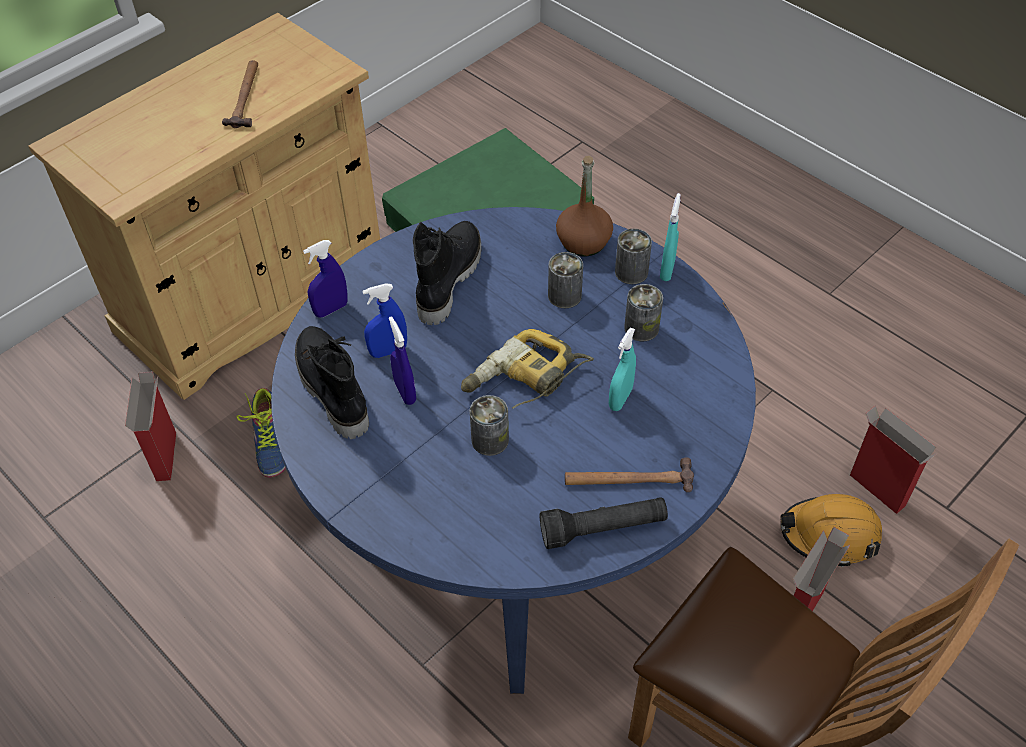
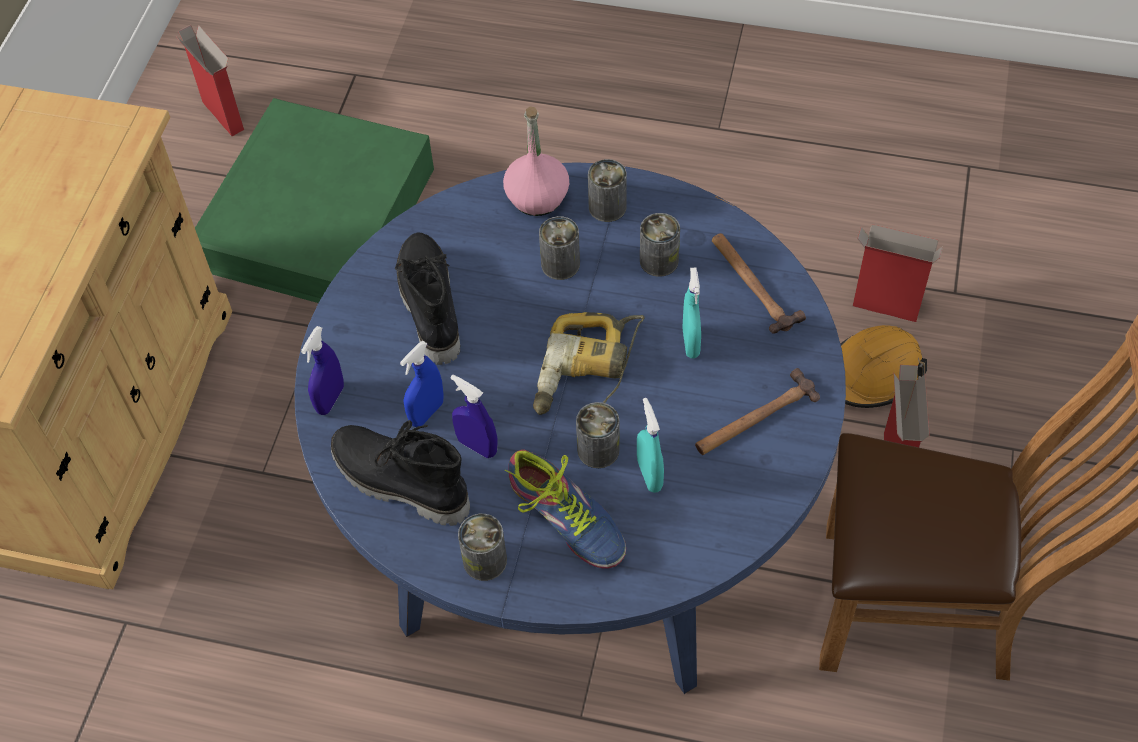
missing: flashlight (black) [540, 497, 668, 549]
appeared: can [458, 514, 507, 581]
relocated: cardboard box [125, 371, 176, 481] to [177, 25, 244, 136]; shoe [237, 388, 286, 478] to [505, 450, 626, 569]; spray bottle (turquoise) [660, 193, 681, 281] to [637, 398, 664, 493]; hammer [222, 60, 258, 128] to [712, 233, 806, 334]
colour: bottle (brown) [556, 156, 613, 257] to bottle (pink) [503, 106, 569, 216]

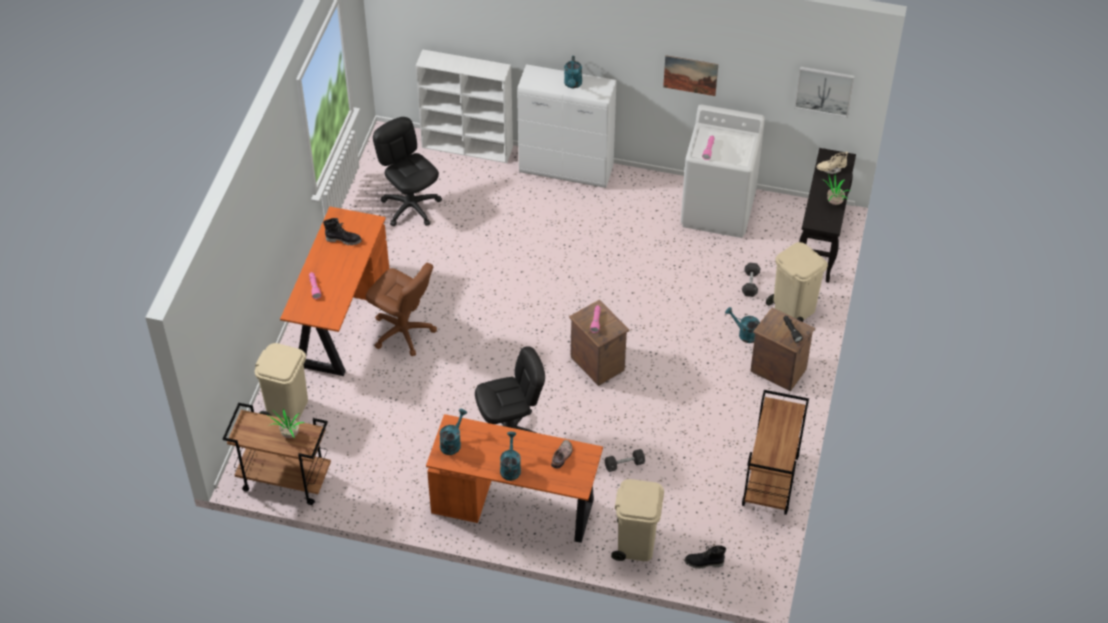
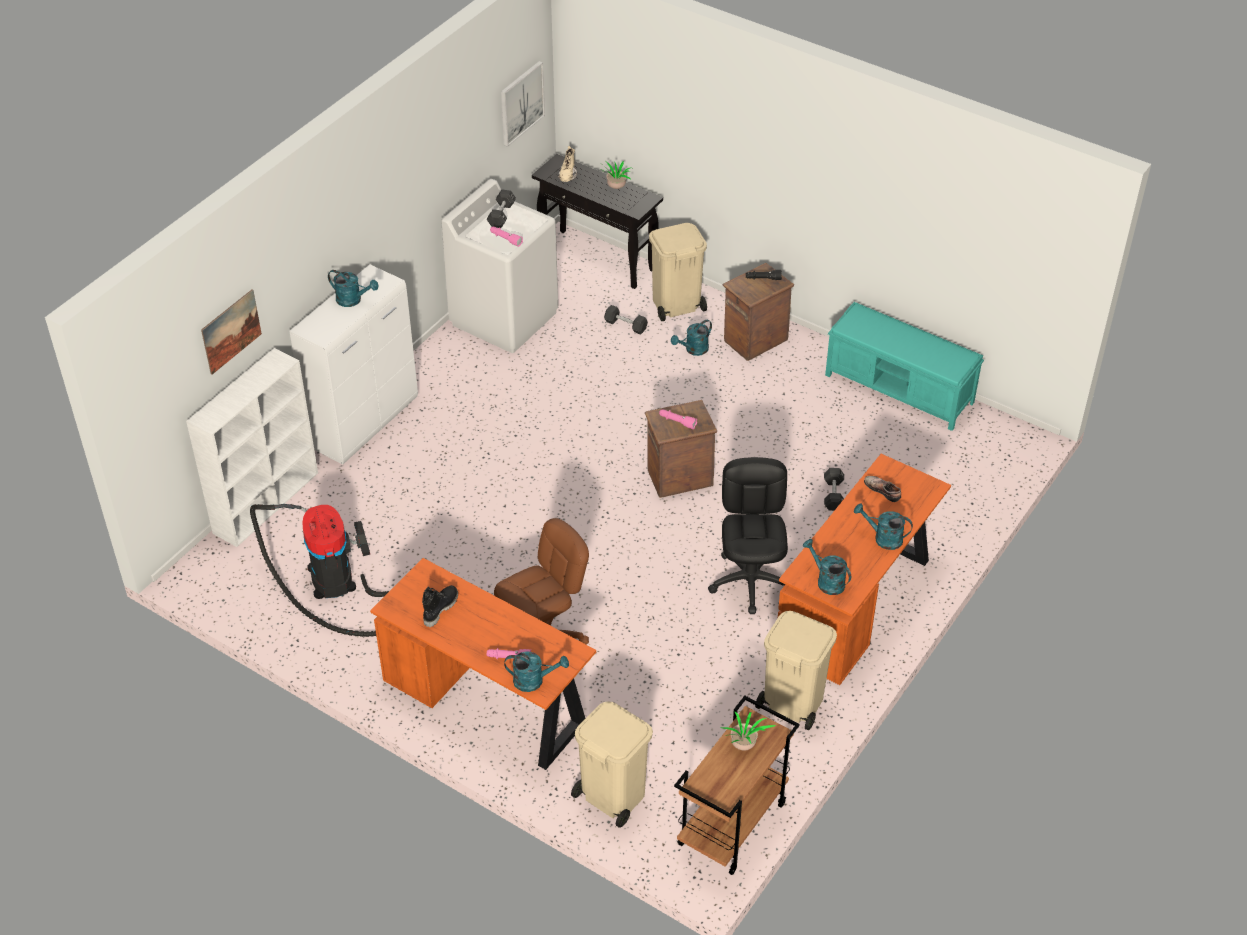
missing: boot (black) [684, 545, 726, 569]
appeared: dumbbell (black) [487, 189, 516, 228]; watering can (turquoise) [504, 651, 569, 692]
relocated: picture [663, 55, 718, 96] to [201, 289, 262, 375]; trash can (beige) [611, 479, 664, 561] to [755, 611, 837, 731]
exchanged: office chair (black) [373, 117, 442, 227] to vacuum cleaner [250, 504, 389, 637]; cart (brown) [742, 390, 809, 515] to bench (turquoise) [825, 302, 984, 431]

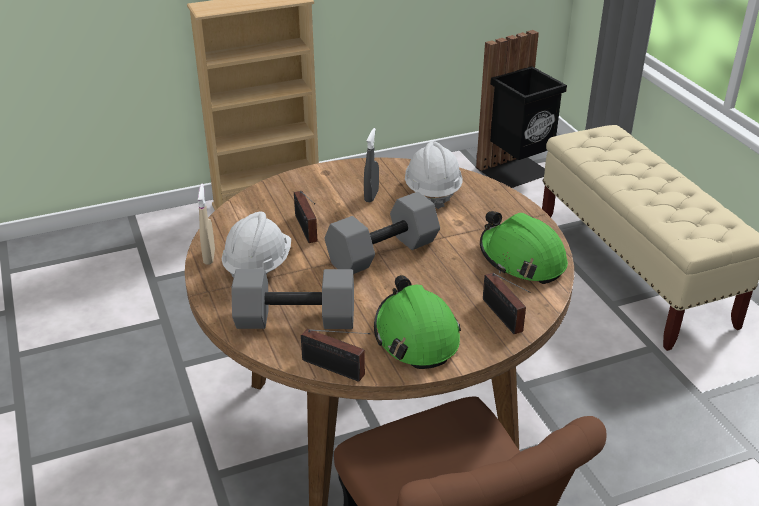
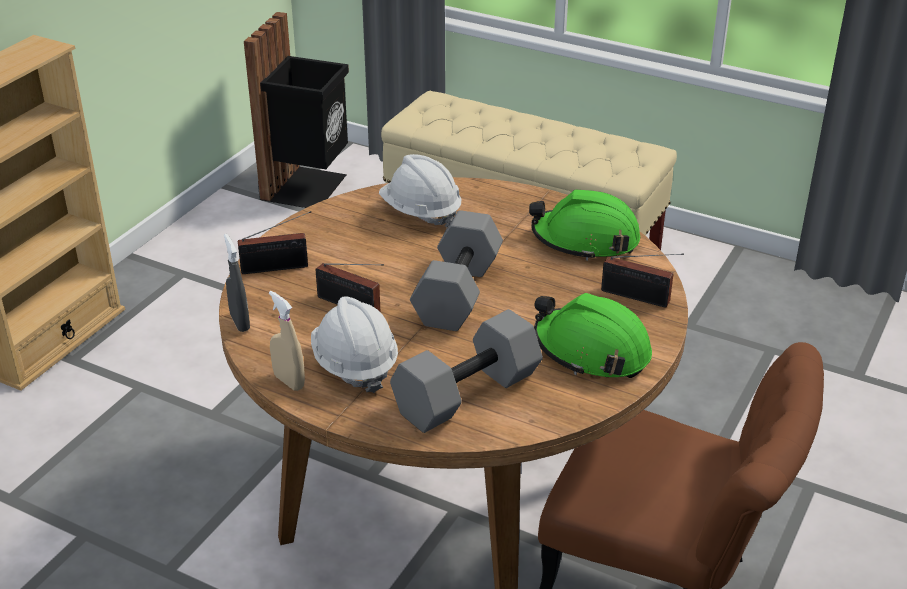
relocated: spray bottle (grey) [364, 128, 379, 202] to [224, 234, 250, 332]; radio [301, 329, 370, 382] to [238, 211, 311, 274]

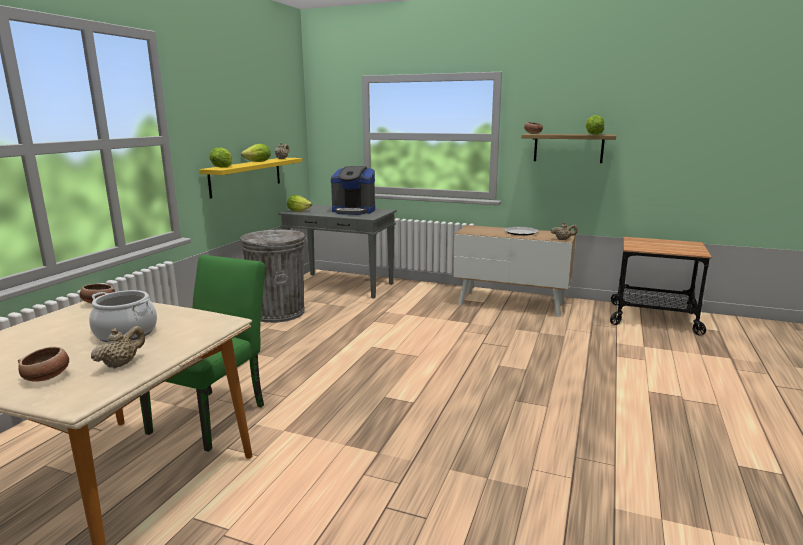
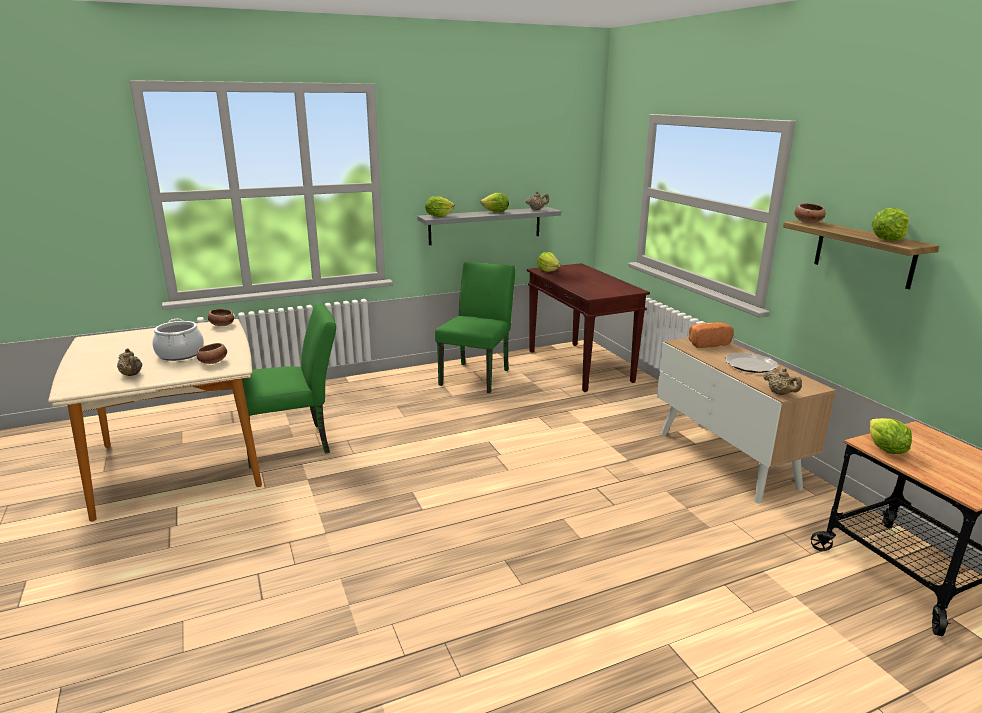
missing: coffee machine [331, 166, 375, 215]
appeared: bread [689, 322, 734, 348]; lettuce [870, 418, 912, 454]
relocated: bowl [18, 347, 69, 382] to [197, 343, 227, 364]
exchanged: trash can (grey) [240, 230, 305, 323] to chair (green) [435, 261, 516, 393]
colour: shelf (yellow) [199, 158, 302, 198] to shelf (grey) [417, 207, 561, 245]; console table (grey) [278, 204, 397, 299] to console table (brown) [527, 263, 650, 392]
spun: teapot (beige) [91, 326, 145, 368] = [117, 348, 142, 376] 60 degrees clockwise

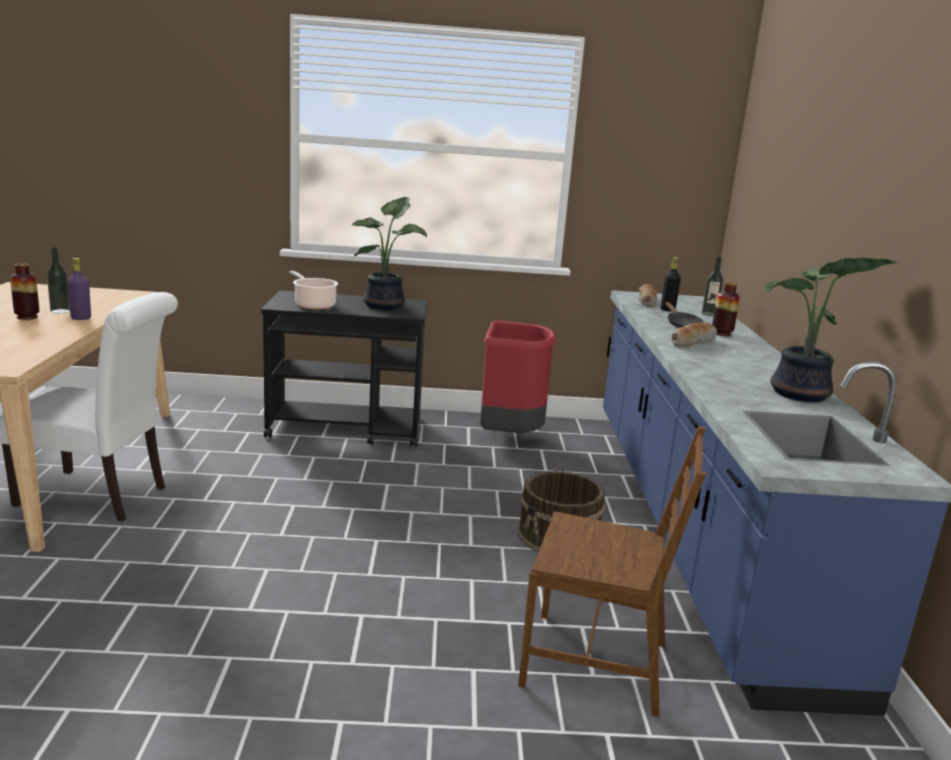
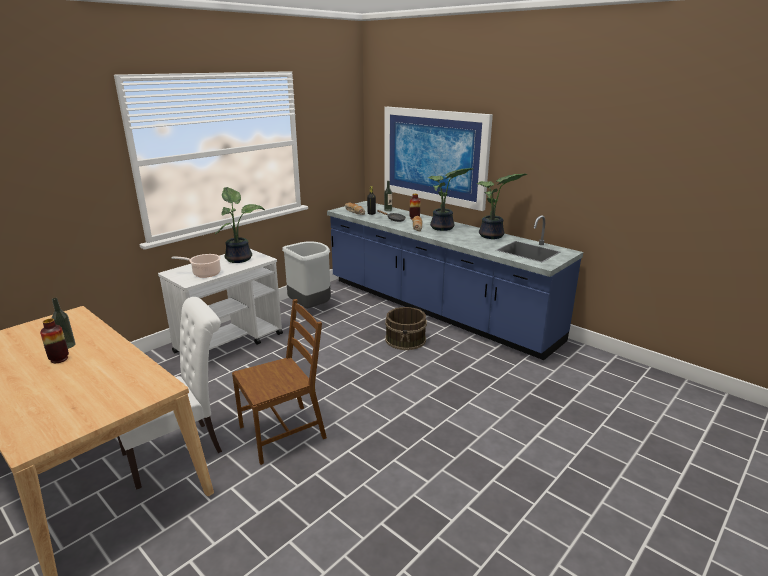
missing: bottle (purple) [67, 258, 91, 320]
appeared: picture [384, 107, 493, 211]; potted plant [428, 168, 473, 231]
relocated: chair (brown) [518, 426, 706, 717] to [232, 299, 327, 465]
colour: cart (black) [261, 291, 427, 447] to cart (white) [158, 249, 283, 353]; trash can (red) [480, 320, 556, 433] to trash can (grey) [282, 241, 331, 309]

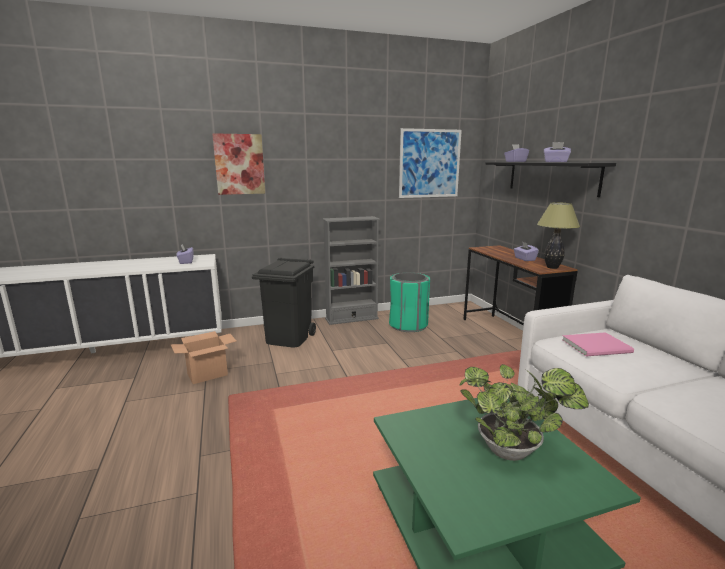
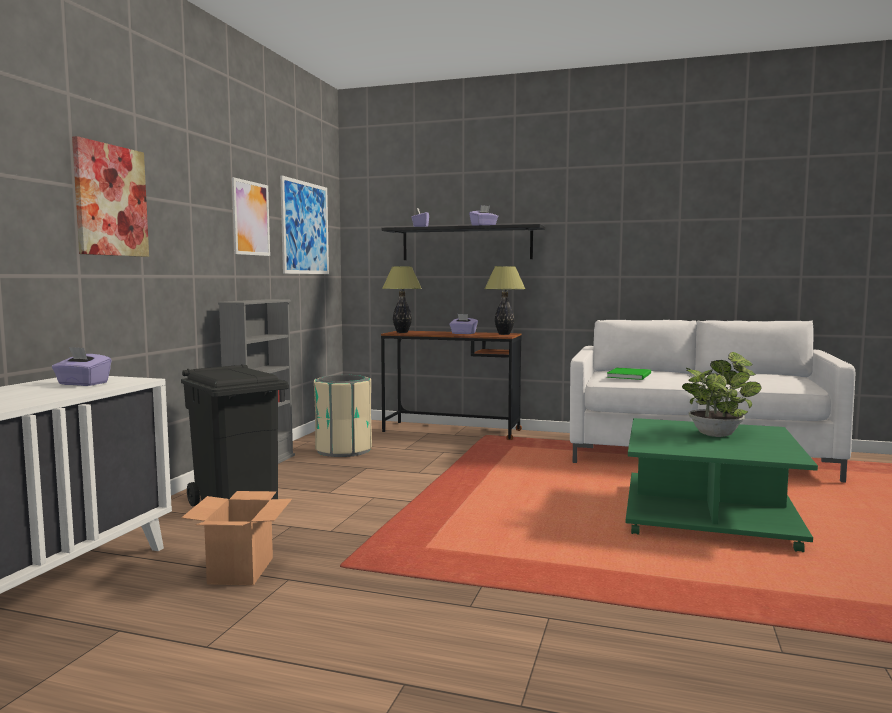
appeared: picture [232, 177, 270, 256]; table lamp [382, 267, 422, 333]
colour: trash can (green) [389, 273, 430, 332] to trash can (beige) [314, 375, 372, 457]; book (pink) [562, 332, 634, 356] to book (green) [607, 368, 651, 380]

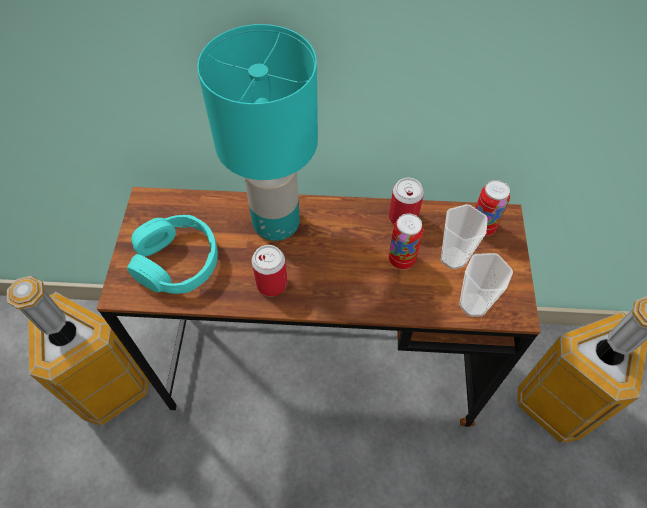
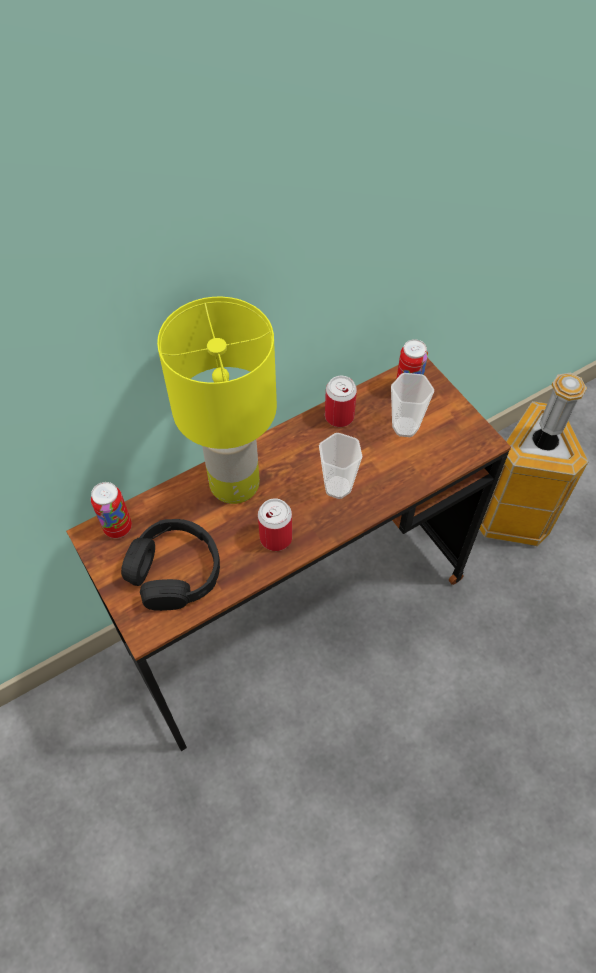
missing: trash can [7, 276, 149, 426]
relocated: can [388, 214, 423, 270] to [91, 482, 132, 538]; cup [459, 253, 513, 317] to [319, 433, 363, 499]
colour: headphones (turquoise) [127, 215, 218, 294] to headphones (black) [121, 519, 220, 611]; table lamp (turquoise) [197, 24, 318, 241] to table lamp (yellow) [157, 297, 277, 504]

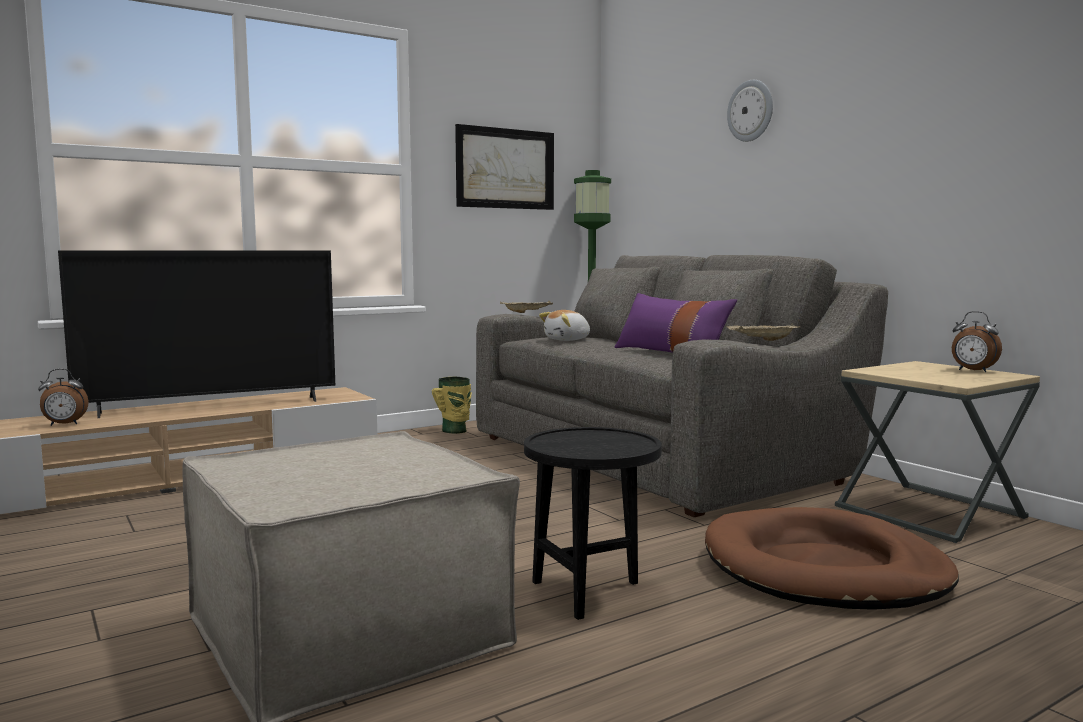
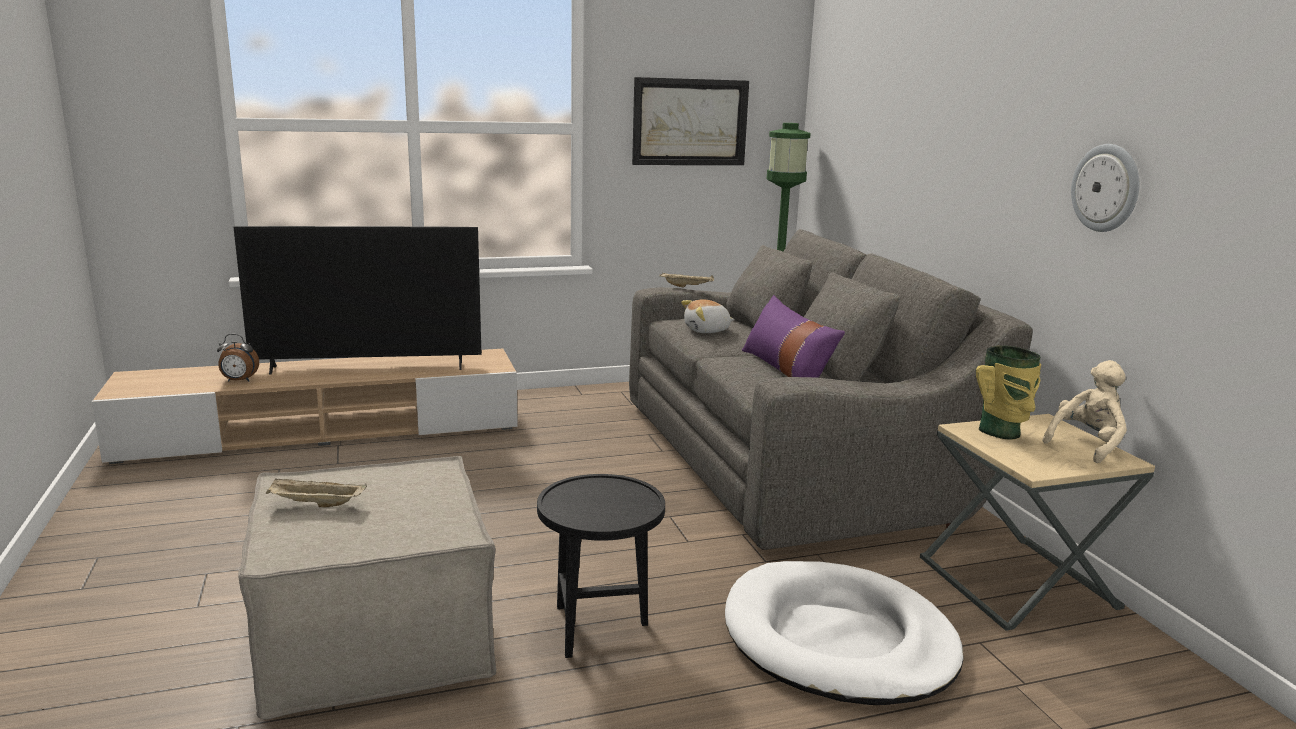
relocated: tray (beige) [726, 323, 800, 341] to [266, 478, 367, 507]; vase [432, 377, 472, 434] to [976, 346, 1041, 440]; wall clock [727, 80, 773, 142] to [1071, 144, 1139, 232]
exchanged: alarm clock [952, 311, 1002, 372] to plush toy (beige) [1042, 360, 1127, 463]
colour: dog bed (brown) [705, 507, 959, 610] to dog bed (white) [725, 561, 964, 705]

